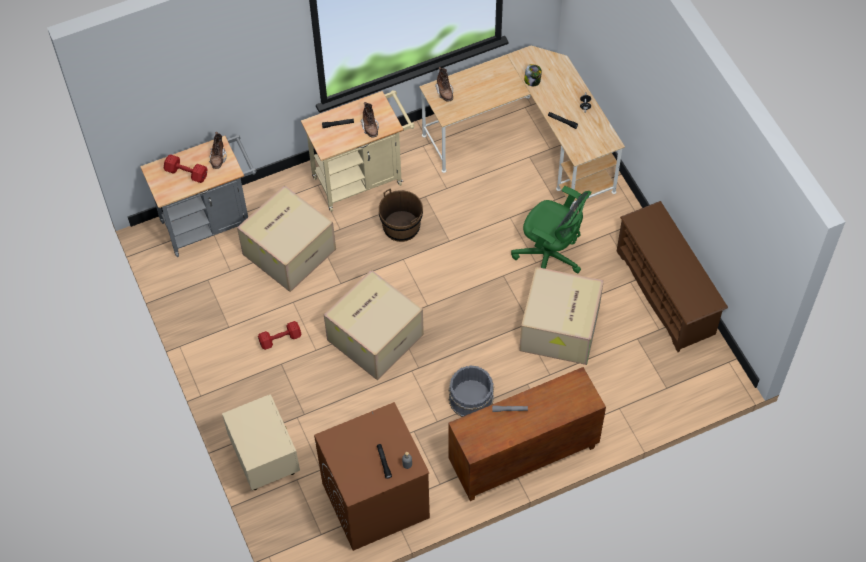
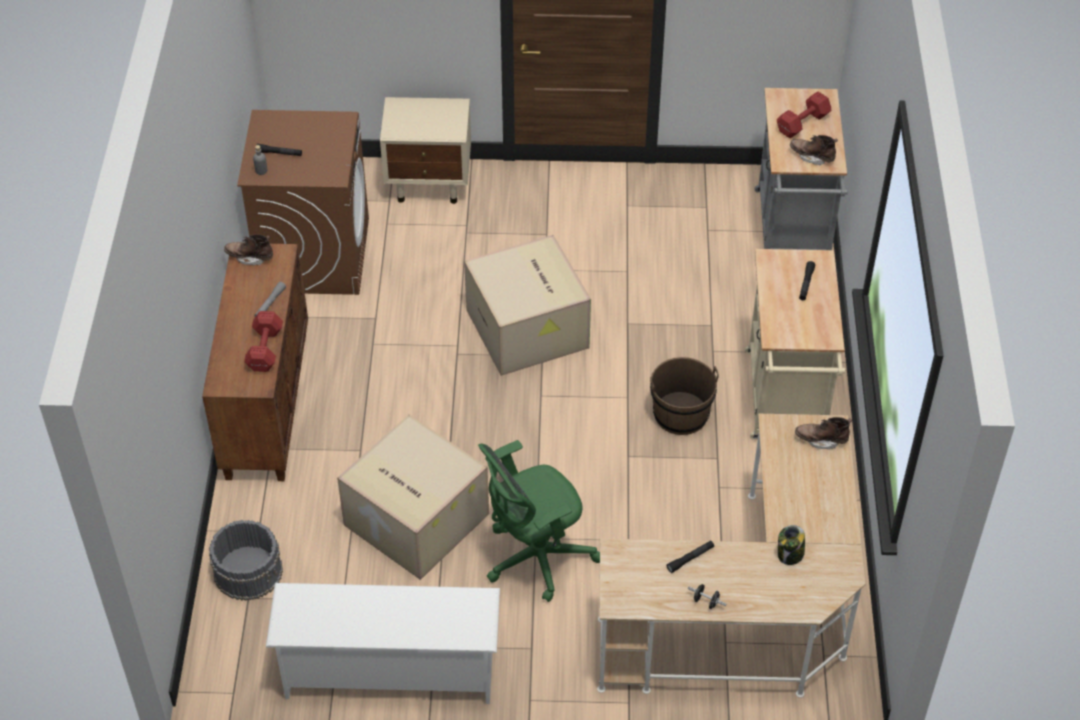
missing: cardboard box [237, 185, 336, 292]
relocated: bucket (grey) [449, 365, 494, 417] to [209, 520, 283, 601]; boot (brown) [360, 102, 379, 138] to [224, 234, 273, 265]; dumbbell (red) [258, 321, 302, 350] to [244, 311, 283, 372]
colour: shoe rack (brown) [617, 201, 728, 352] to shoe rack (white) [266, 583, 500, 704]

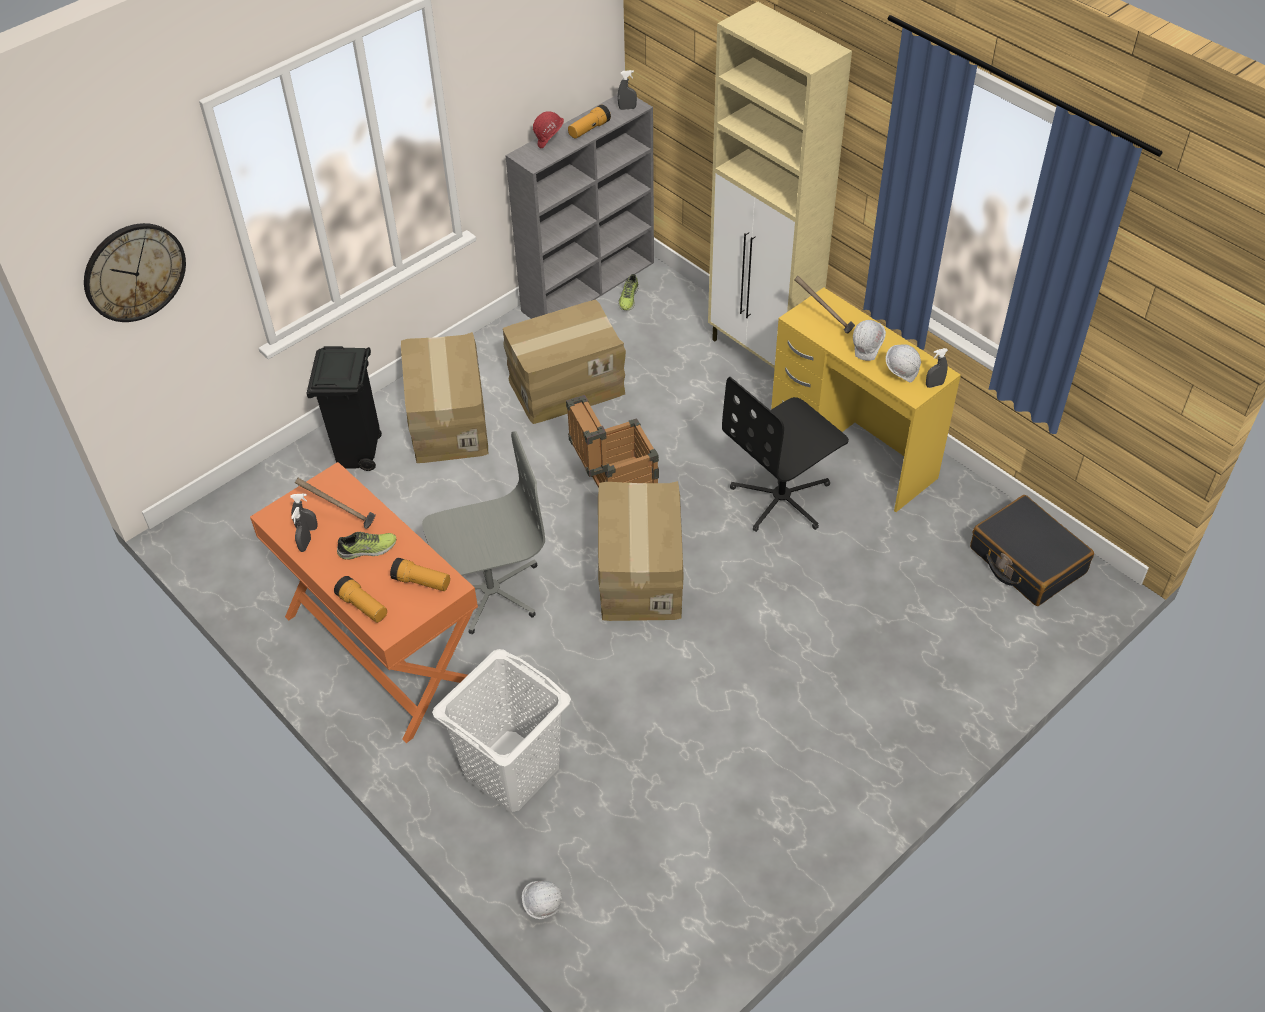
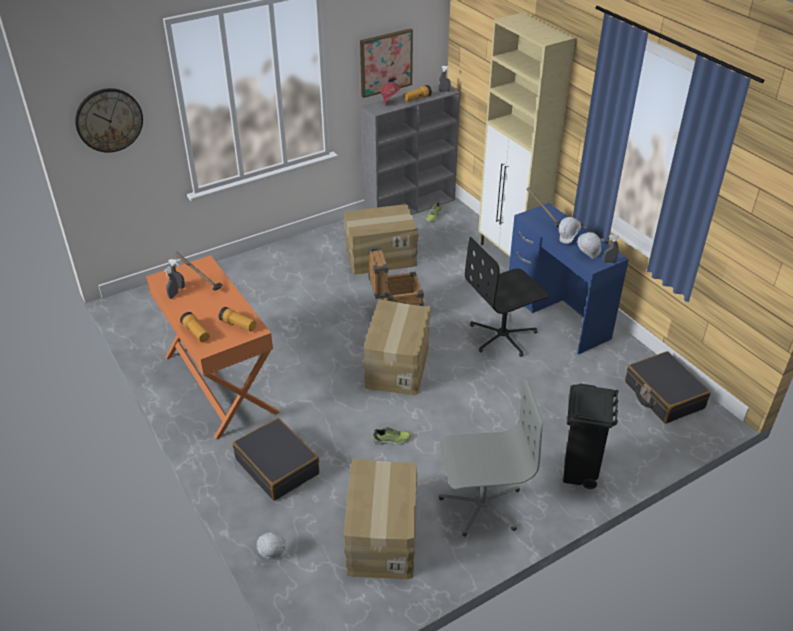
appeared: picture [360, 28, 413, 98]
relocated: cardboard box [401, 332, 488, 463] to [344, 459, 417, 579]; shoe [337, 532, 396, 560] to [372, 427, 411, 445]; office chair (grey) [422, 431, 545, 634] to [439, 380, 543, 537]; trash can (black) [306, 346, 382, 471] to [563, 383, 618, 489]
exchanged: laundry basket (white) [432, 649, 571, 812] to suitcase (black) [233, 418, 319, 501]
colour: desk (yellow) [771, 287, 961, 512] to desk (blue) [509, 203, 629, 355]

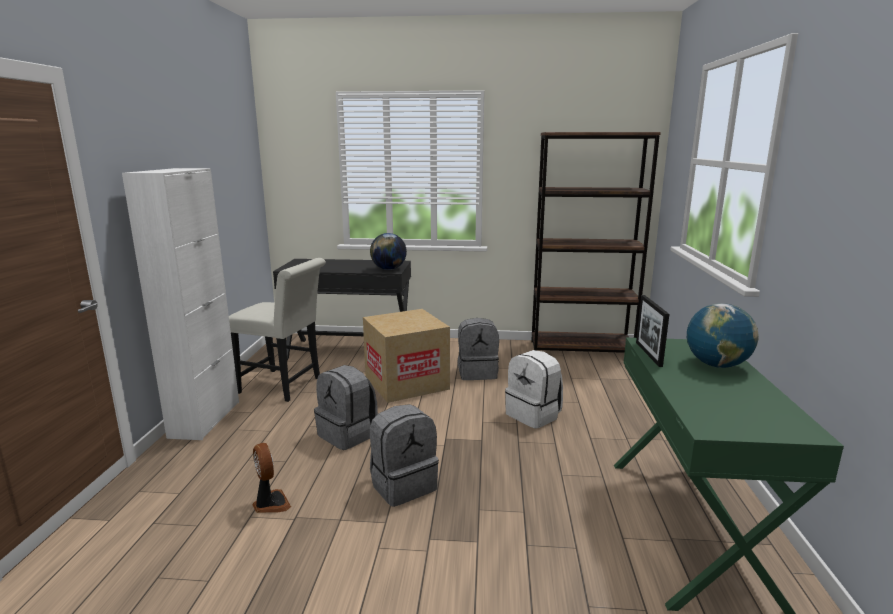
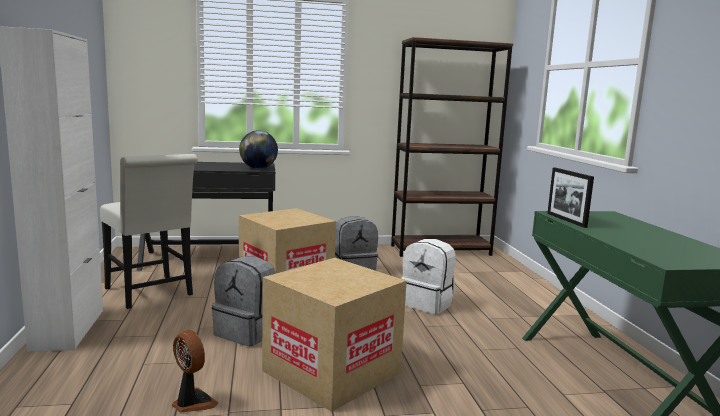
missing: globe [687, 303, 759, 368]
exchanged: backpack (grey) [370, 404, 439, 507] to cardboard box [262, 258, 407, 412]
spun: chair (white) [229, 258, 326, 402] = [100, 154, 198, 309] 45 degrees clockwise

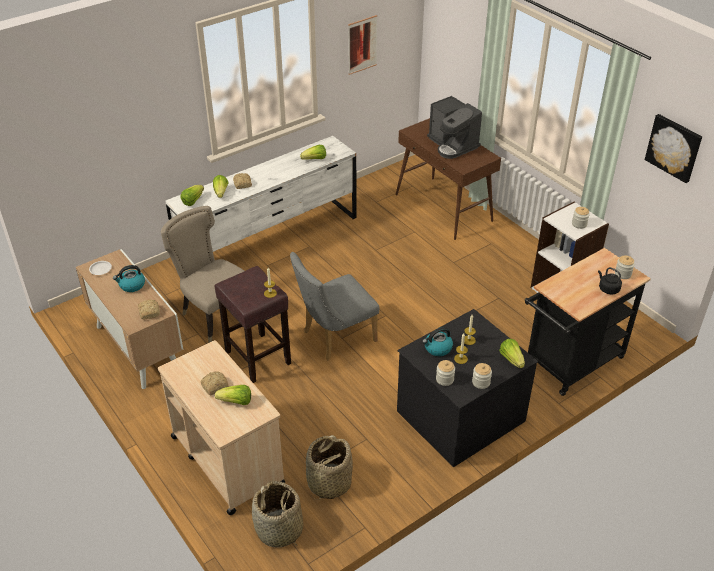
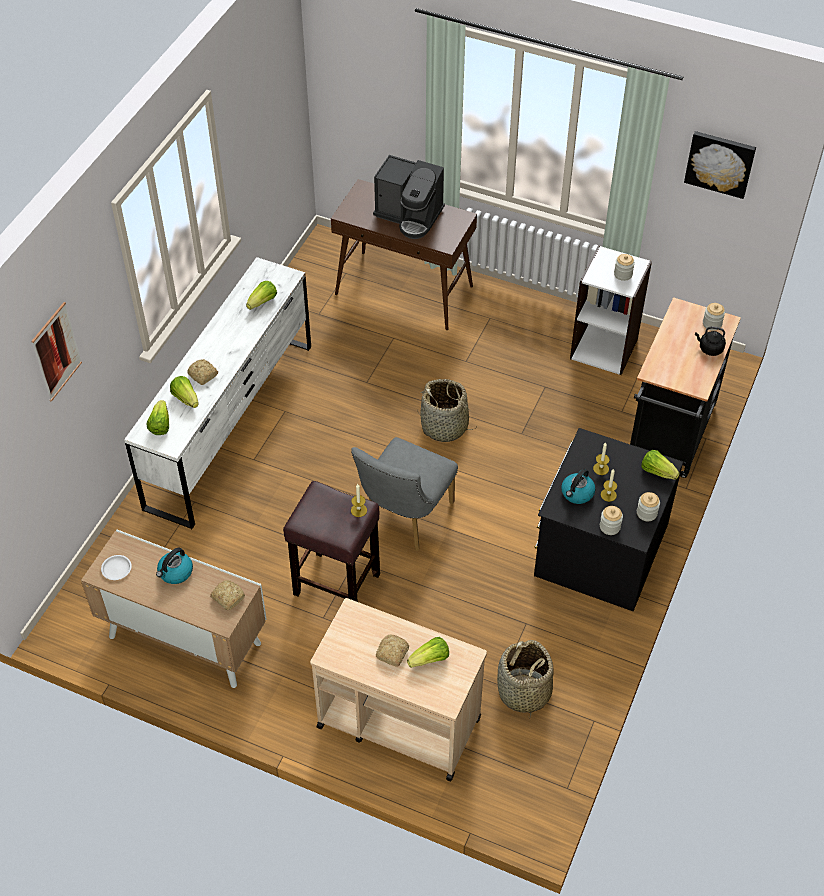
missing: chair (beige) [161, 206, 244, 343]
relocated: picture [348, 15, 378, 75] to [31, 302, 82, 402]; basket [252, 481, 304, 548] to [417, 379, 473, 442]

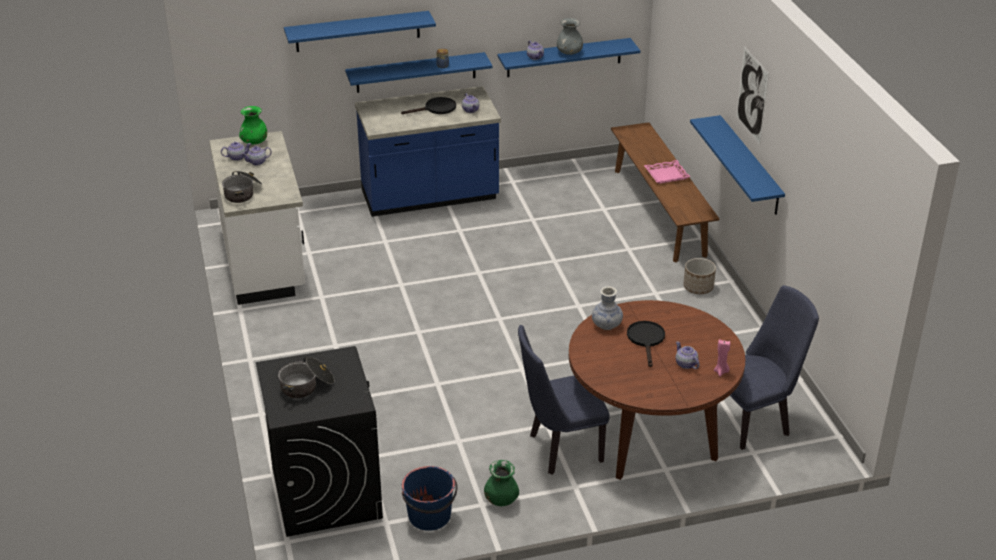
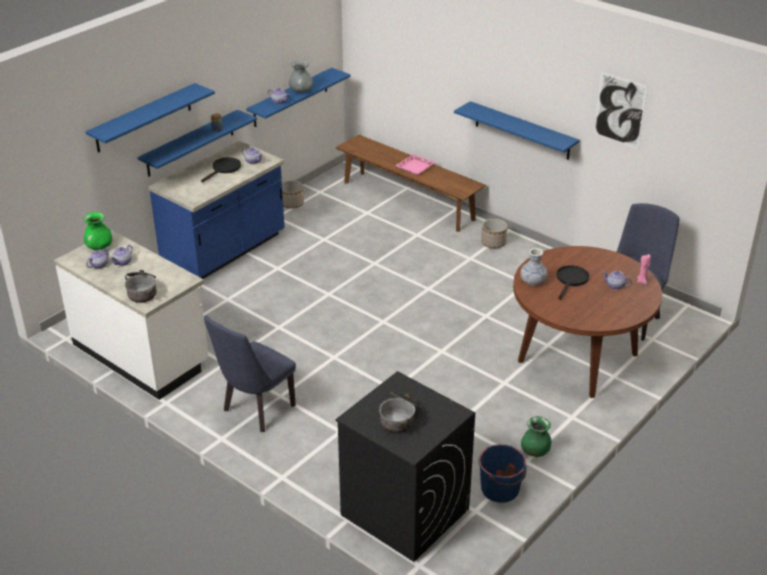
appeared: planter [282, 181, 304, 209]
relocated: chair (blue) [518, 325, 610, 475] to [204, 315, 296, 432]; picture [736, 47, 769, 144] to [594, 72, 648, 149]
spun: frying pan (black) [627, 321, 665, 367] = [557, 265, 589, 300] 60 degrees clockwise

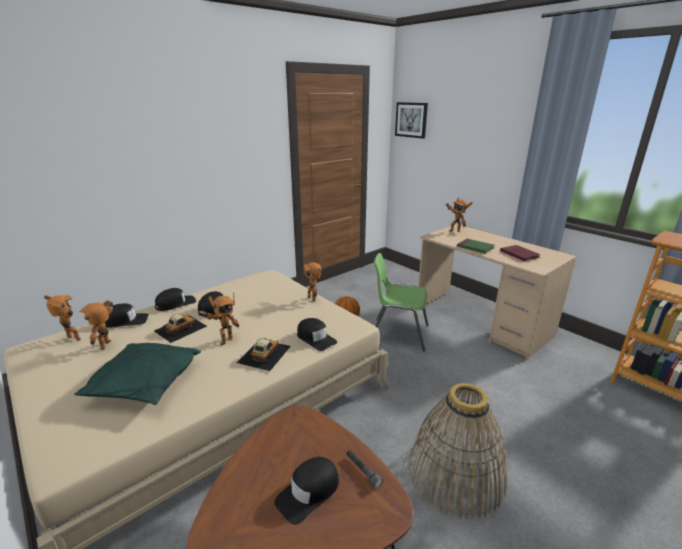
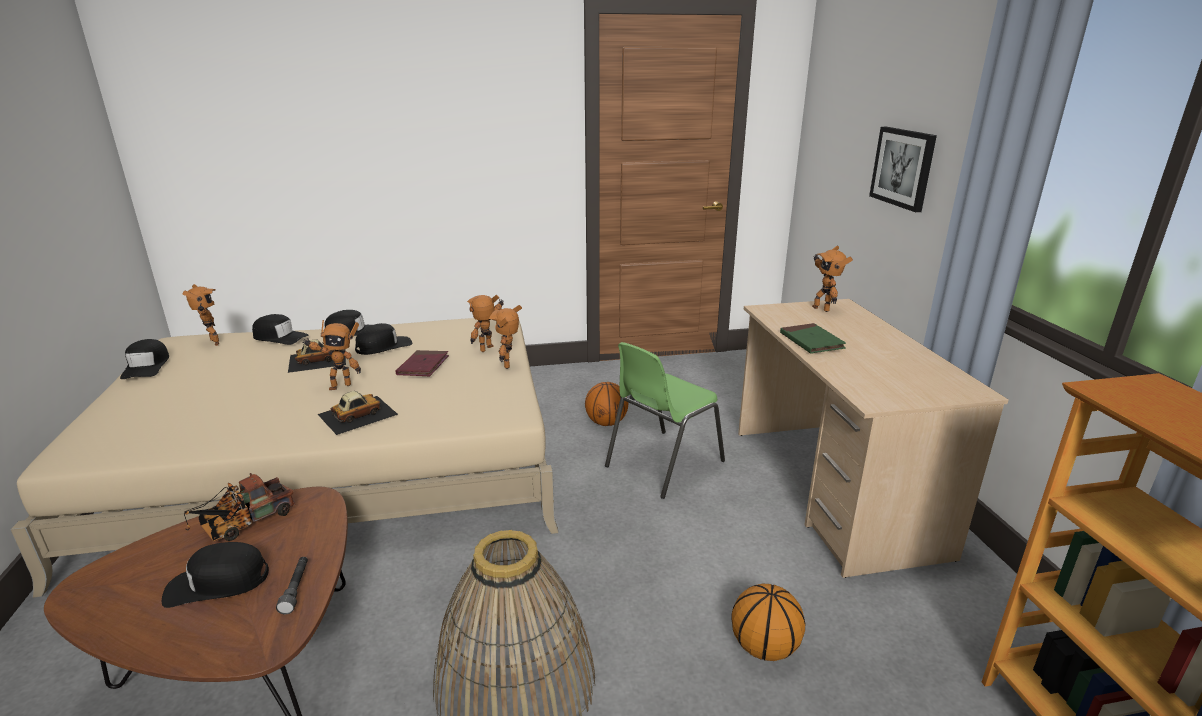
missing: pillow (green) [74, 343, 201, 405]
appeared: toy truck [184, 473, 295, 541]; basketball [732, 583, 805, 661]
relocated: cap (black) [297, 318, 337, 351] to [120, 339, 169, 379]; book (red) [500, 245, 541, 261] to [396, 350, 449, 376]; toy robot [80, 300, 113, 349] to [467, 295, 503, 352]; picture [395, 102, 428, 139] to [869, 127, 937, 212]
spun: chair (green) [374, 253, 429, 352] = [605, 342, 725, 499] 90 degrees counterclockwise

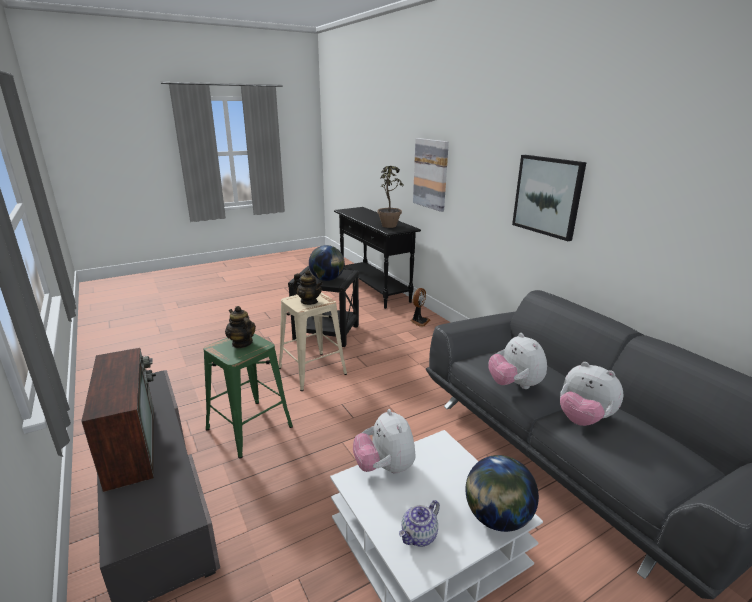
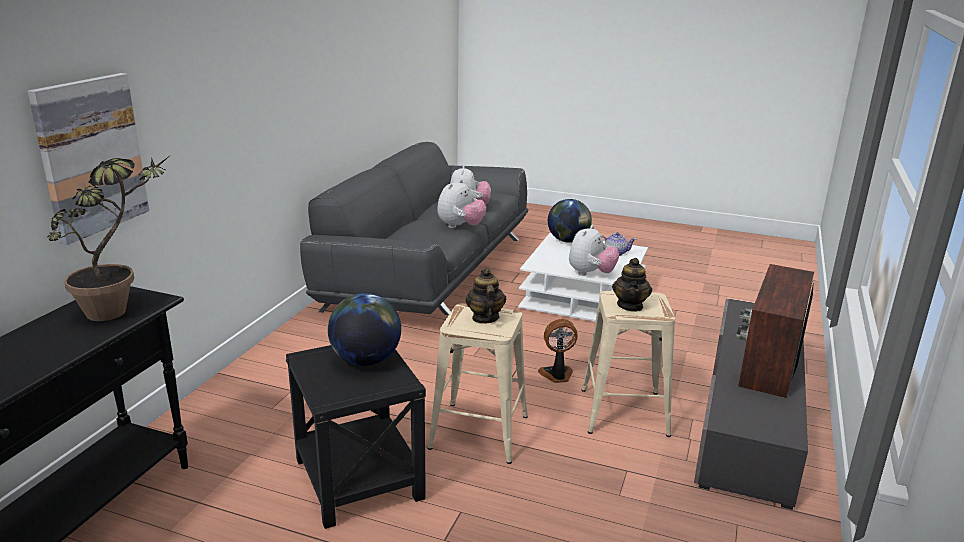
missing: picture [512, 155, 586, 241]
relocated: fan [411, 288, 430, 327] to [538, 319, 578, 383]
colour: stool (green) [203, 333, 293, 459] to stool (beige) [582, 291, 675, 437]

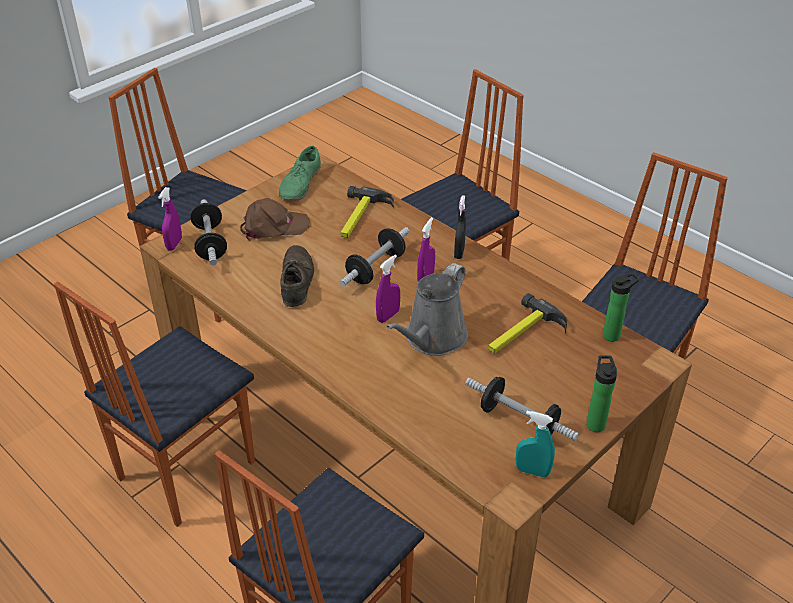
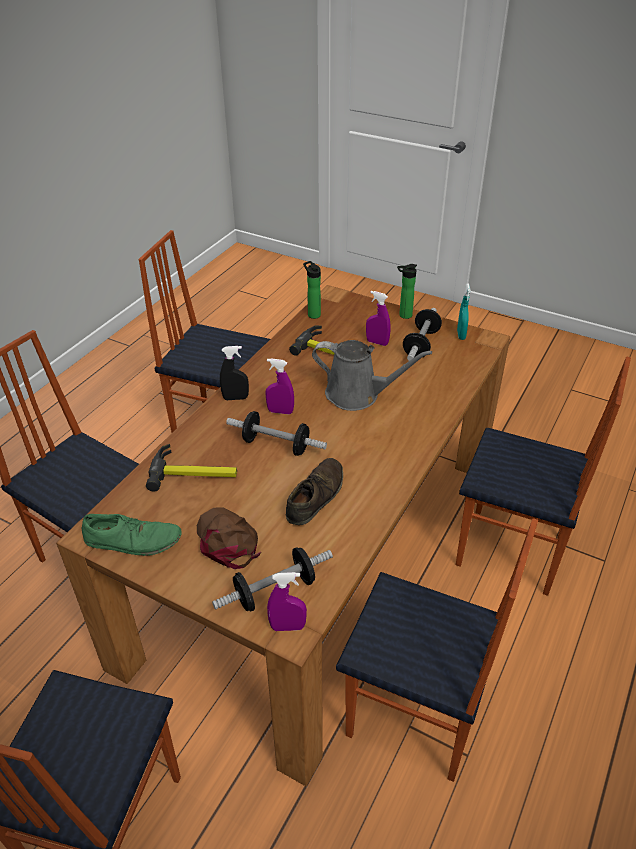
relocated: spray bottle (purple) [376, 254, 400, 323] to [366, 291, 391, 346]
spun: shoe (brown) [280, 245, 314, 307] = [286, 458, 343, 525] 135 degrees clockwise

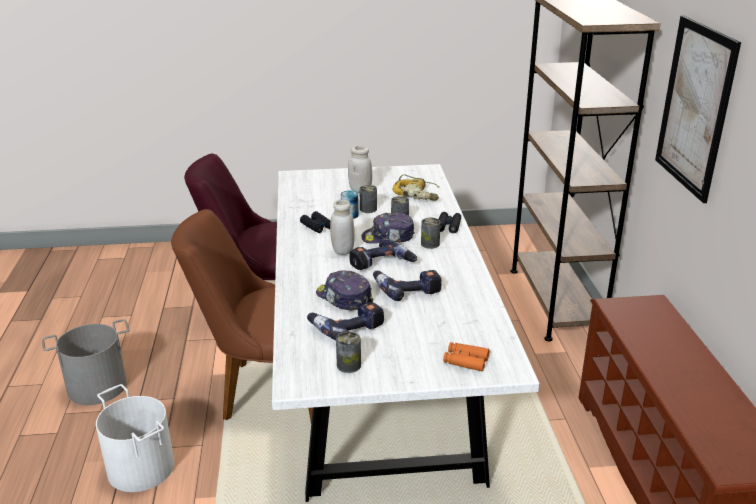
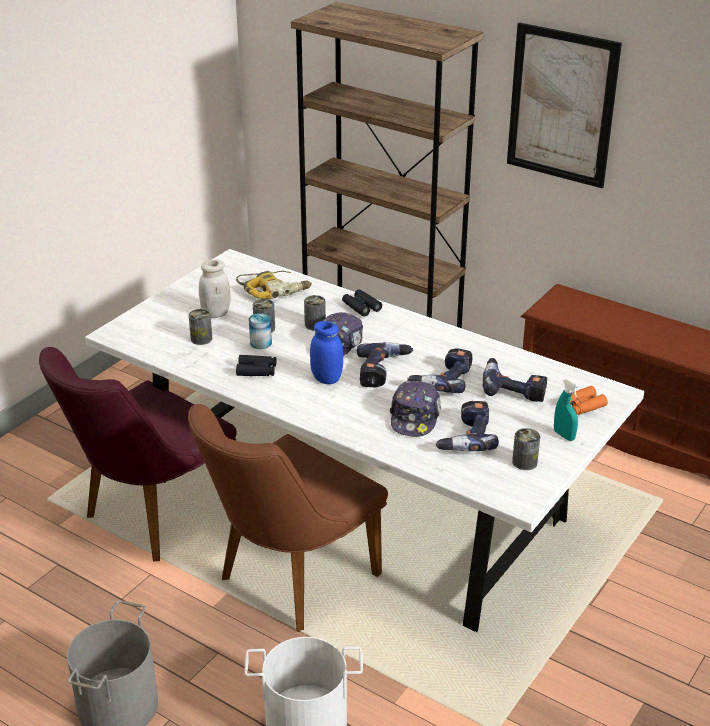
appeared: power drill [483, 358, 547, 402]; spray bottle (turquoise) [554, 379, 580, 441]
relocated: can [421, 218, 441, 249] to [189, 309, 212, 345]
colour: jar (white) [330, 199, 355, 255] to jar (blue) [310, 321, 343, 384]
spun: cap [316, 271, 374, 310] = [390, 381, 441, 437] 75 degrees counterclockwise

